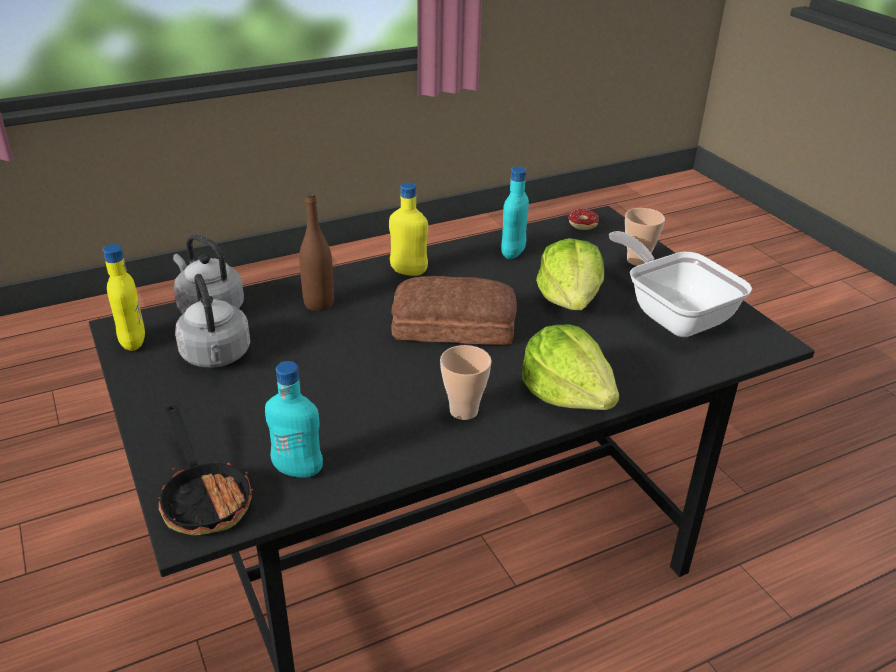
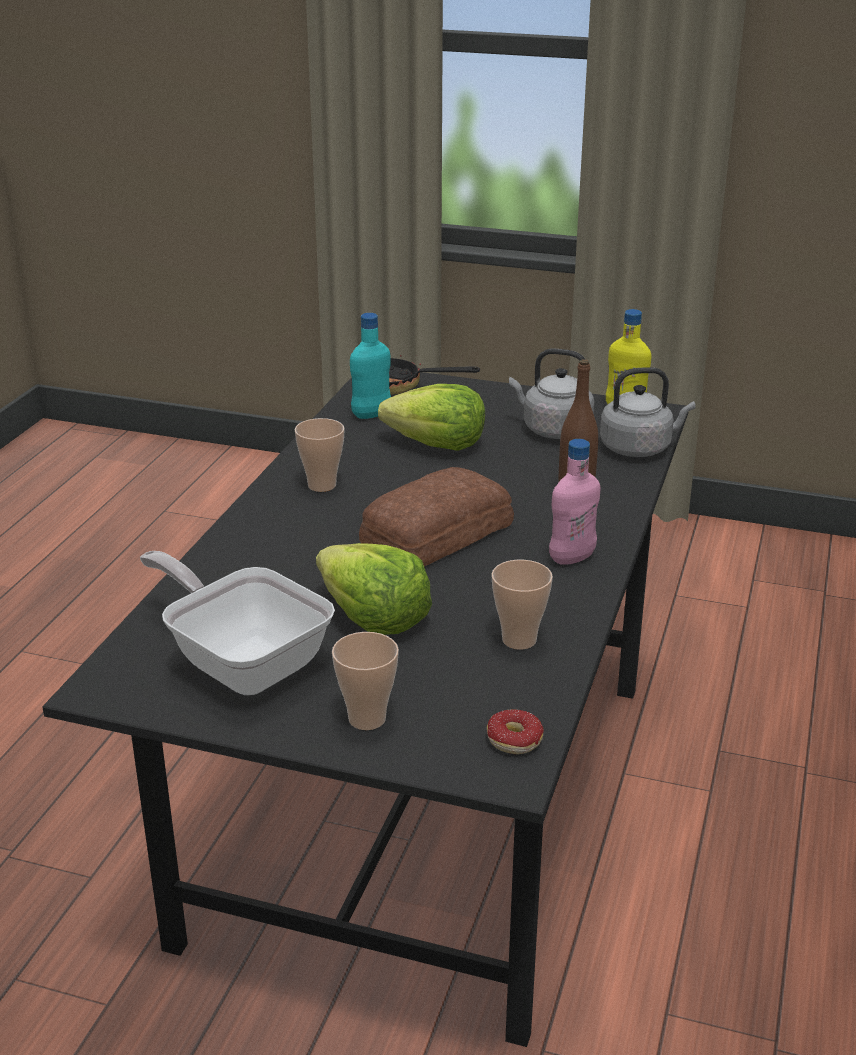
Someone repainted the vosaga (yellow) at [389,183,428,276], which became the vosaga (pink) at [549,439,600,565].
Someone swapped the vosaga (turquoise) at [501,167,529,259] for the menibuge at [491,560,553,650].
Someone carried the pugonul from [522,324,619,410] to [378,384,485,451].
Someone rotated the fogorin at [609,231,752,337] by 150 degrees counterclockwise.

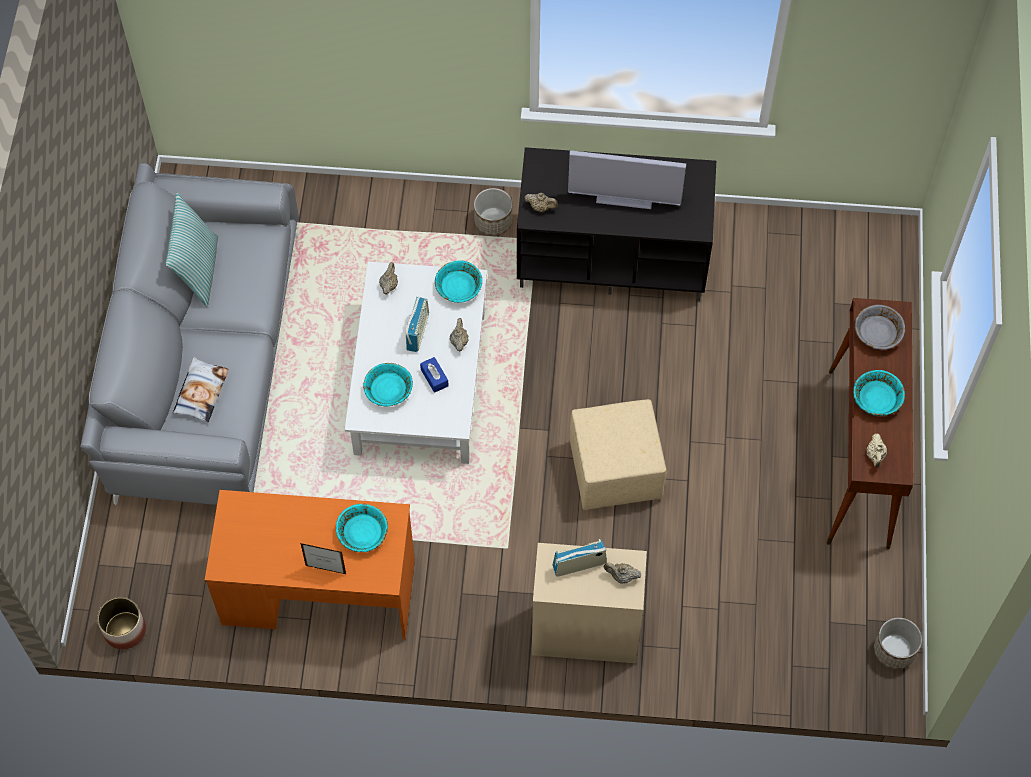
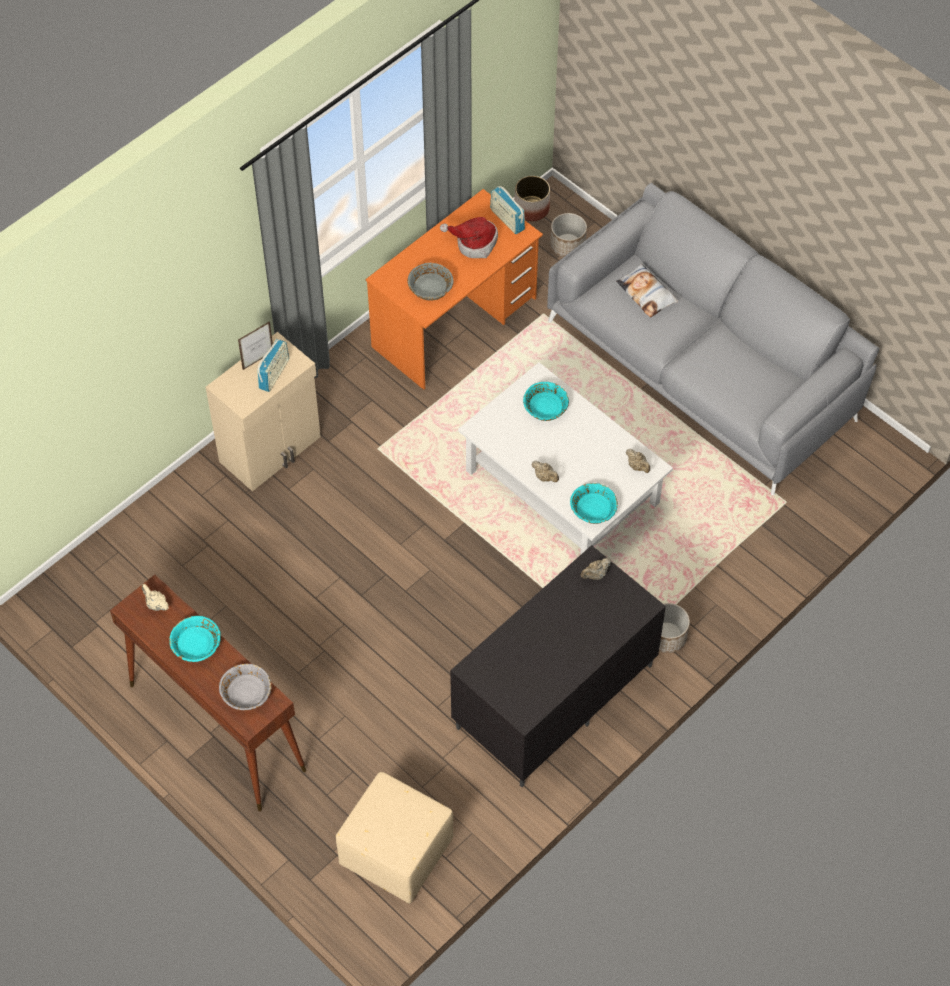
Someone took away the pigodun at [166,193,218,307].
Someone carried the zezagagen from [300,543,346,574] to [238,321,273,370].
Someone repainted the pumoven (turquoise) at [336,504,388,552], which became the pumoven (grey) at [408,263,453,300].
Someone carried the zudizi from [406,297,429,352] to [490,186,525,234].
Someone took away the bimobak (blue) at [420,357,449,393].
Someone took away the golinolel at [568,150,686,209].
Someone carried the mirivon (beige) from [570,399,667,510] to [336,772,453,903].
Someone took away the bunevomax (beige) at [604,563,641,584].
Someone carried the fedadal from [874,618,922,669] to [550,213,587,257].
Someone put down the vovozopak at [440,217,498,258].

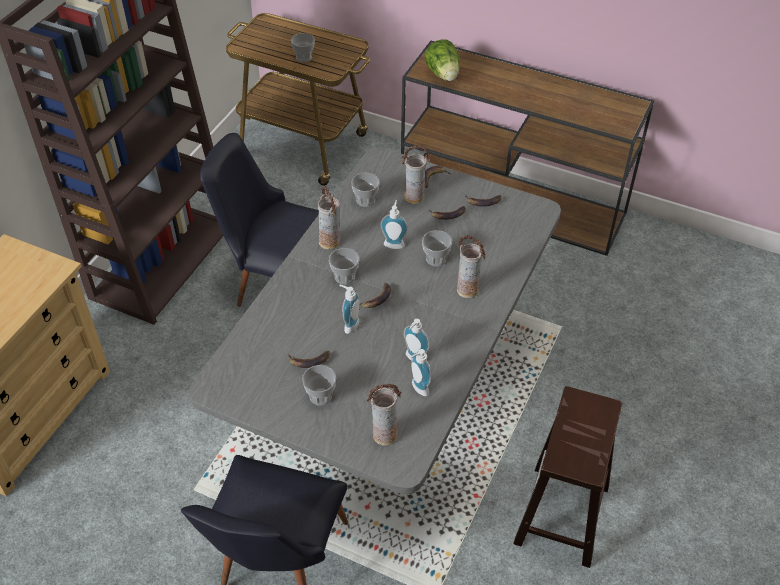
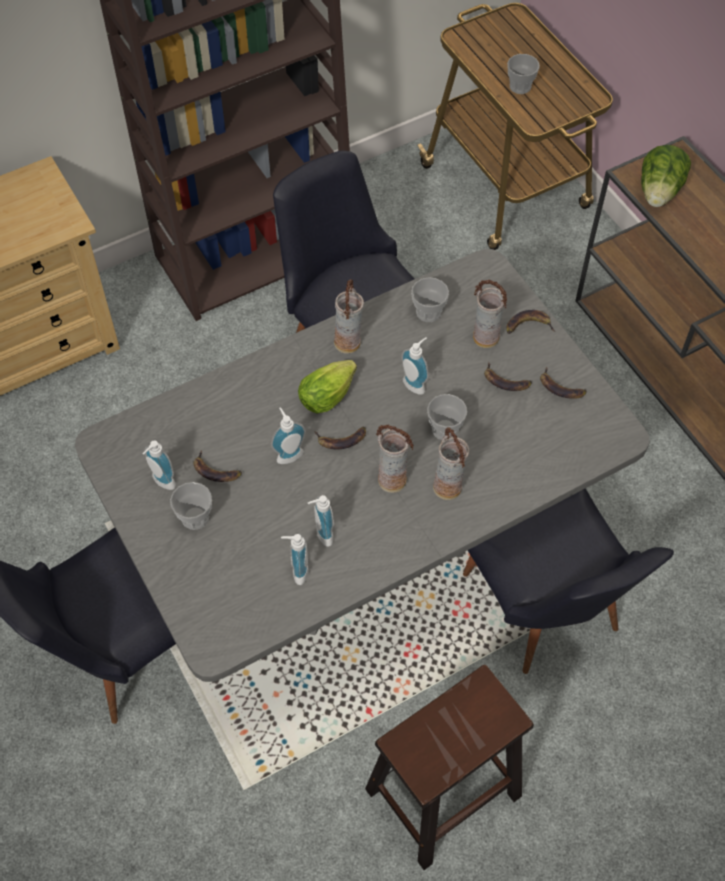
Someone swapped the menibuge at [329,248,359,285] for the pugonul at [298,360,357,414].
Someone carried the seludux from [367,384,401,446] to [376,425,413,493].
Someone put down the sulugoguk at [143,440,176,490].
Someone put down the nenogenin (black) at [463,488,674,674].

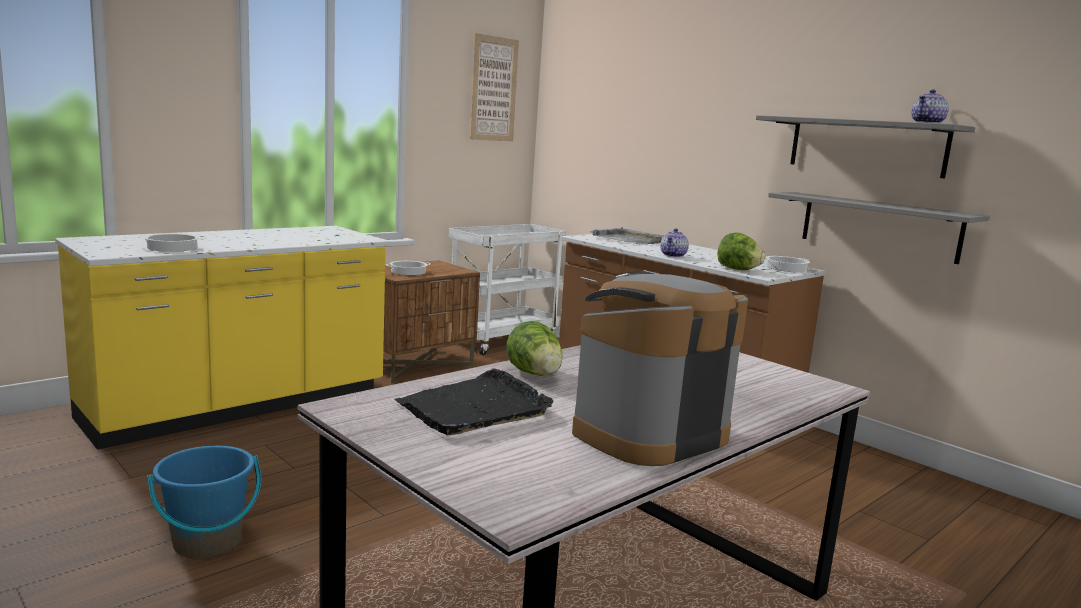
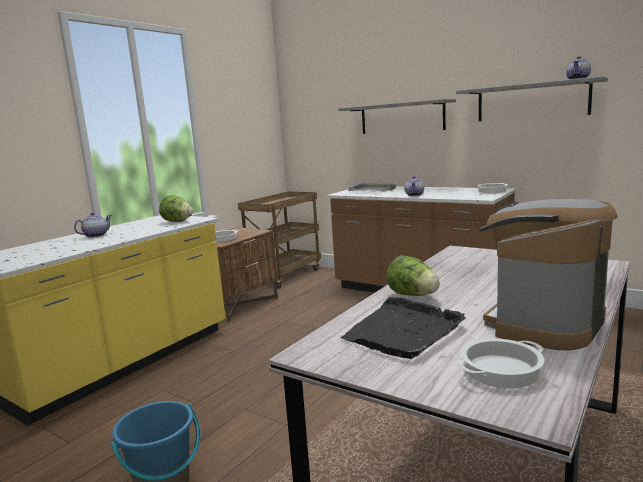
Someone carried the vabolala from [136,233,206,252] to [457,339,544,388].
Someone repainted the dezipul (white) at [448,224,566,355], which became the dezipul (brown) at [238,191,321,289].
Someone took away the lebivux at [469,33,519,141].
Someone carried the pugonul from [718,232,765,270] to [159,195,193,222].
Someone carried the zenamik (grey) from [768,192,990,264] to [338,99,456,134].
Someone put down the bunevomax at [74,212,112,238].

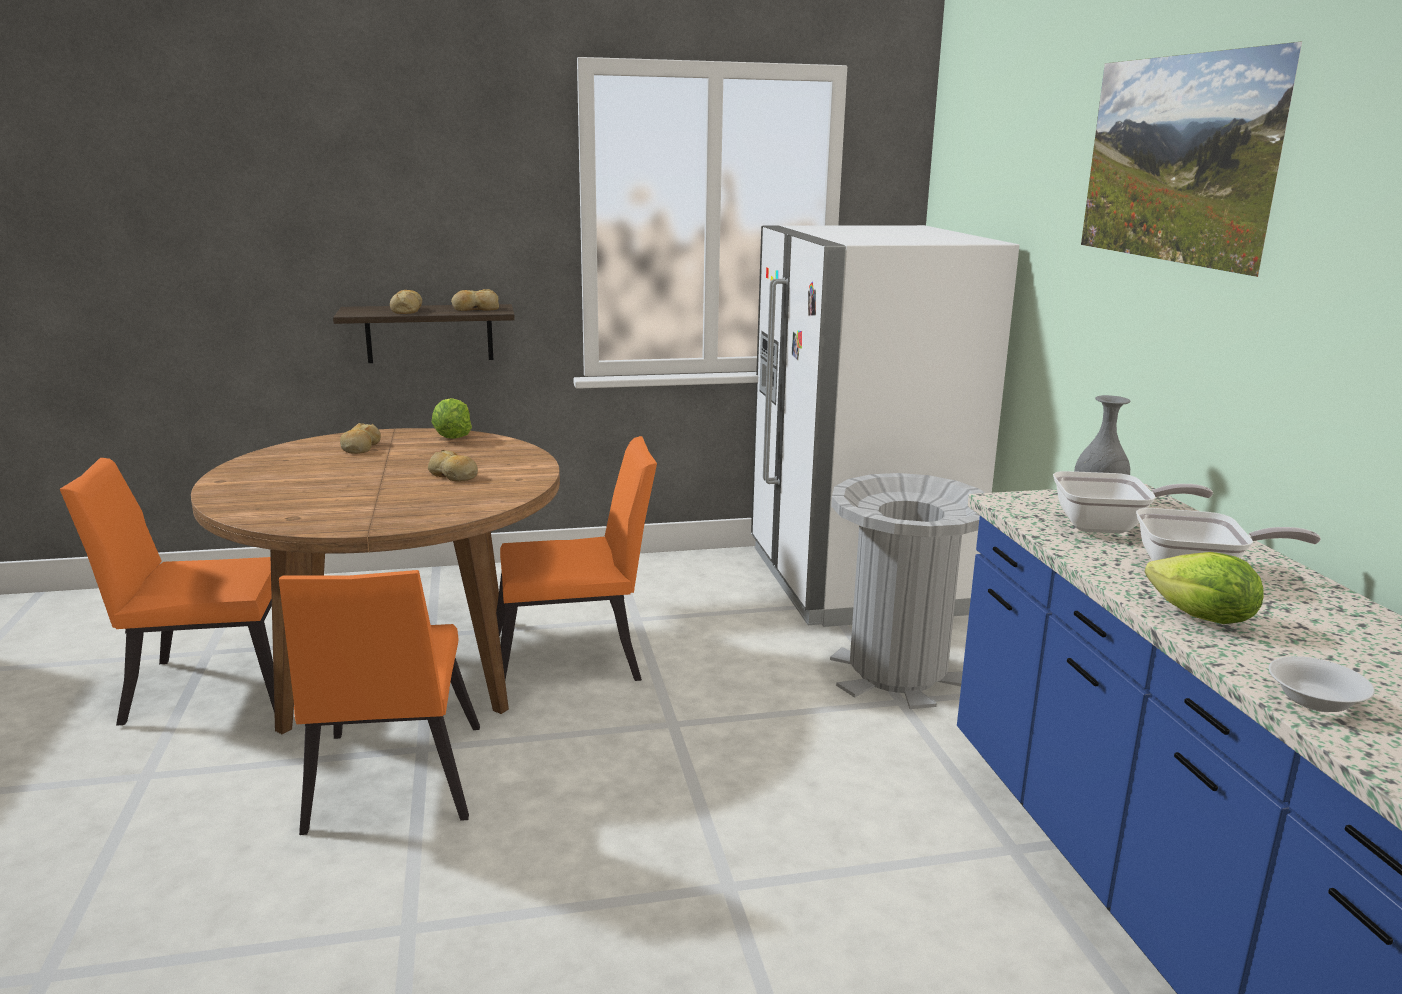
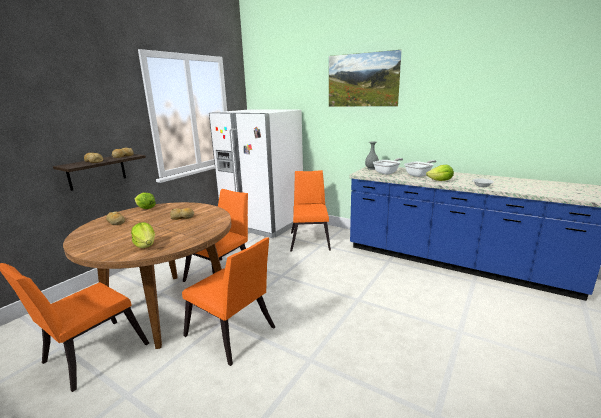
Someone swapped the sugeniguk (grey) at [830,473,985,709] for the nenogenin (orange) at [290,170,331,251].
Someone put down the pugonul at [131,222,155,248].

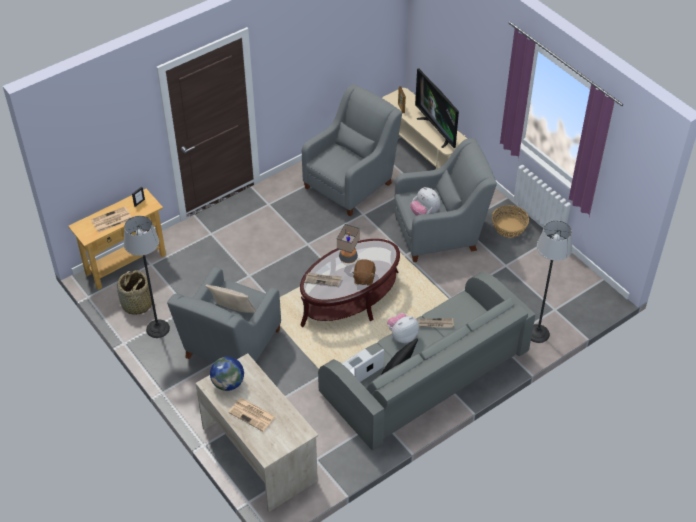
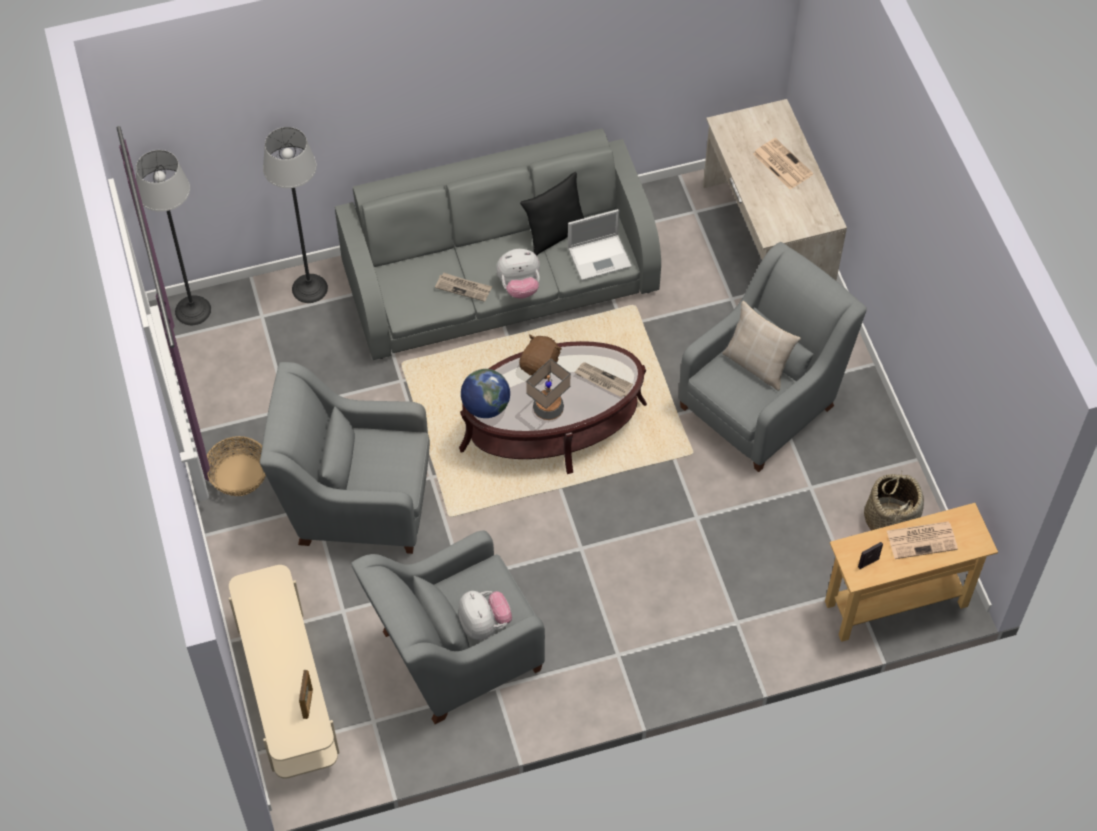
Someone carried the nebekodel from [124,216,170,338] to [136,150,211,325].
Someone carried the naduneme from [210,357,244,391] to [461,369,510,418].
Someone carried the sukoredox from [410,187,441,216] to [459,591,512,640].
Someone took away the golinolel at [415,68,459,148].

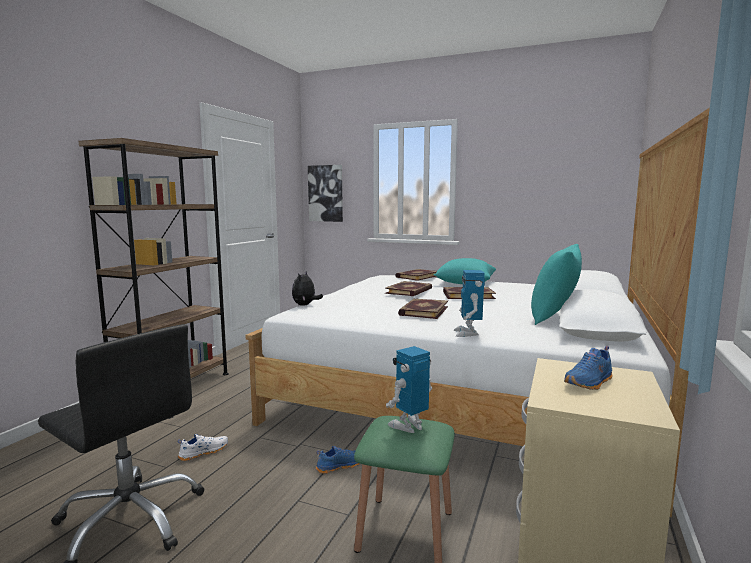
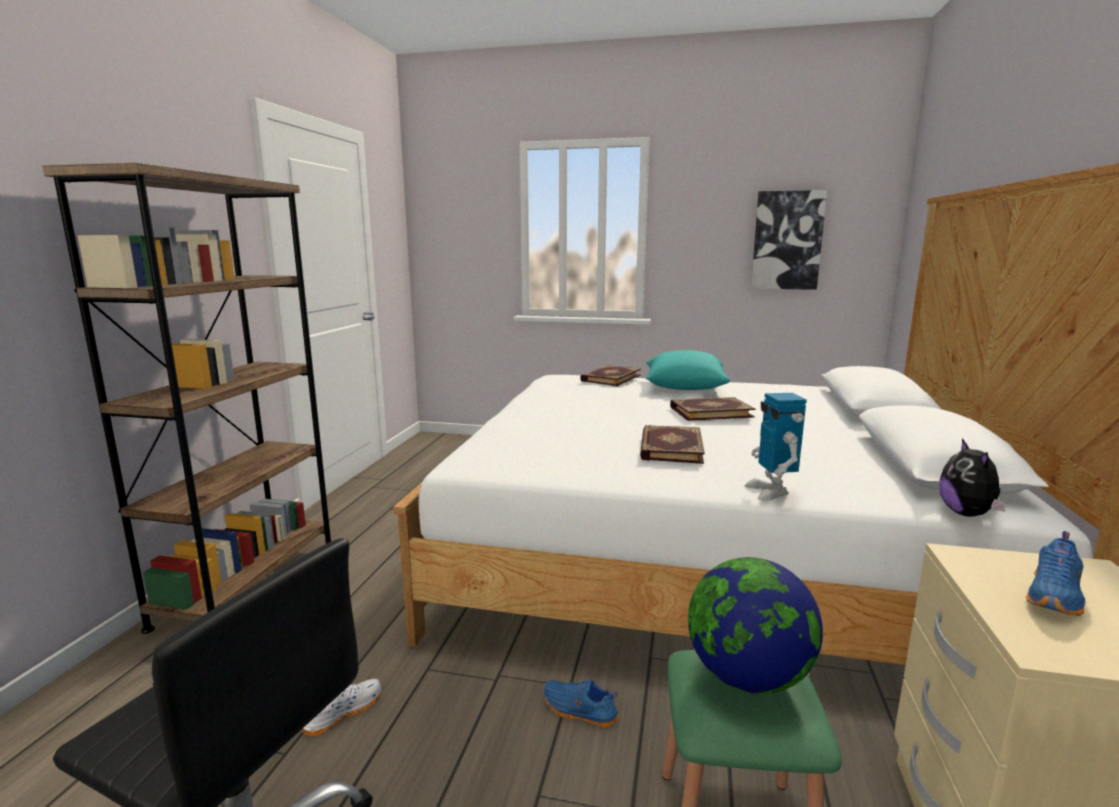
Someone carried the sukoredox from [292,271,323,306] to [939,438,1007,517].
Someone carried the lebivux from [308,165,343,222] to [751,190,827,290].
Someone rotated the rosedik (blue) at [316,446,360,474] by 120 degrees counterclockwise.
Someone took away the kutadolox at [385,281,432,296].
Someone swapped the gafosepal at [386,346,432,433] for the naduneme at [688,557,823,694].
Someone took away the pigodun (turquoise) at [531,244,582,325].

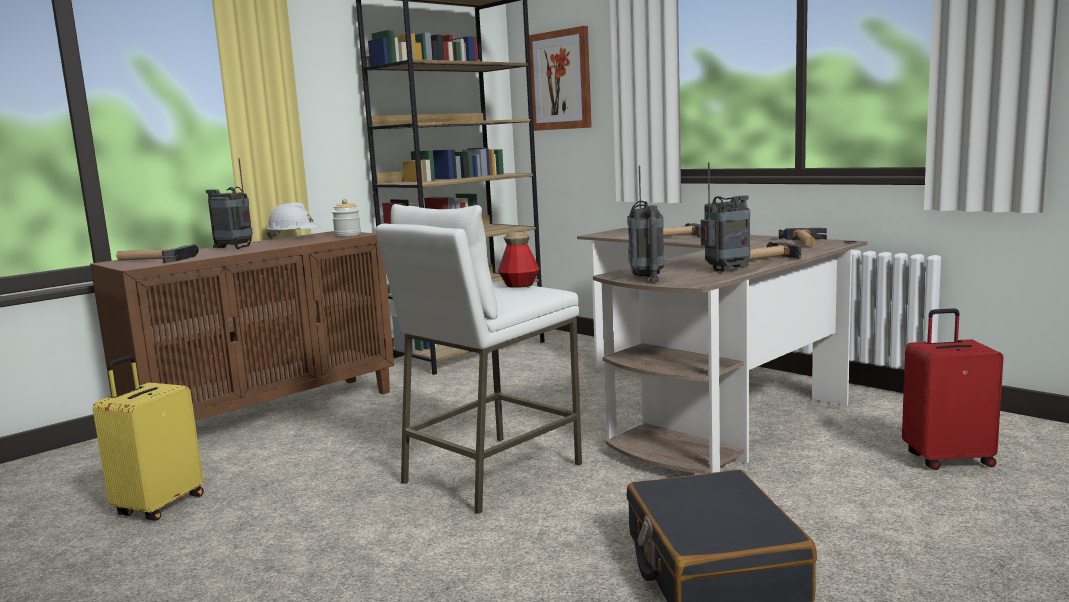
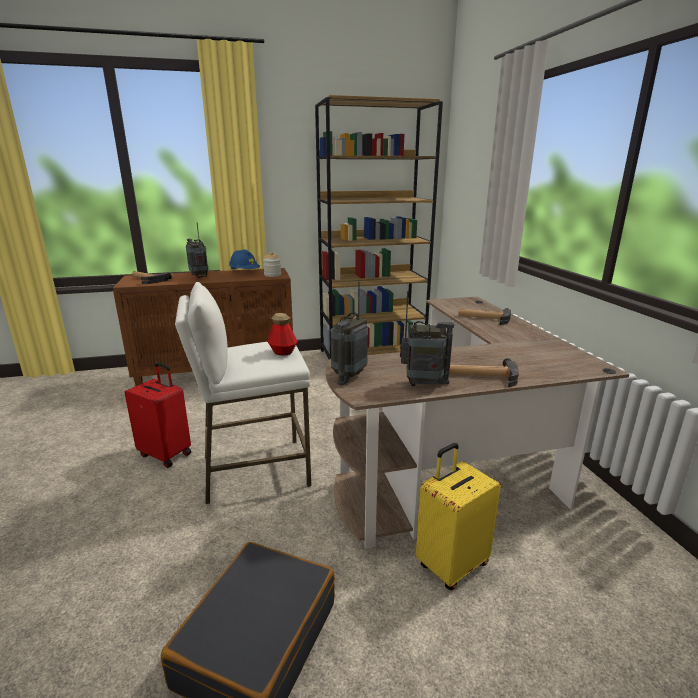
Someone carried the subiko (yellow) from [93,356,204,521] to [416,443,501,590].
Someone repainted the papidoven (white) at [266,202,321,240], which became the papidoven (blue) at [229,249,260,271].
Someone took away the lebivux at [529,26,592,131].
Someone took away the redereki at [779,228,827,247].
Someone carried the subiko (red) from [902,308,1004,470] to [125,362,191,468].

